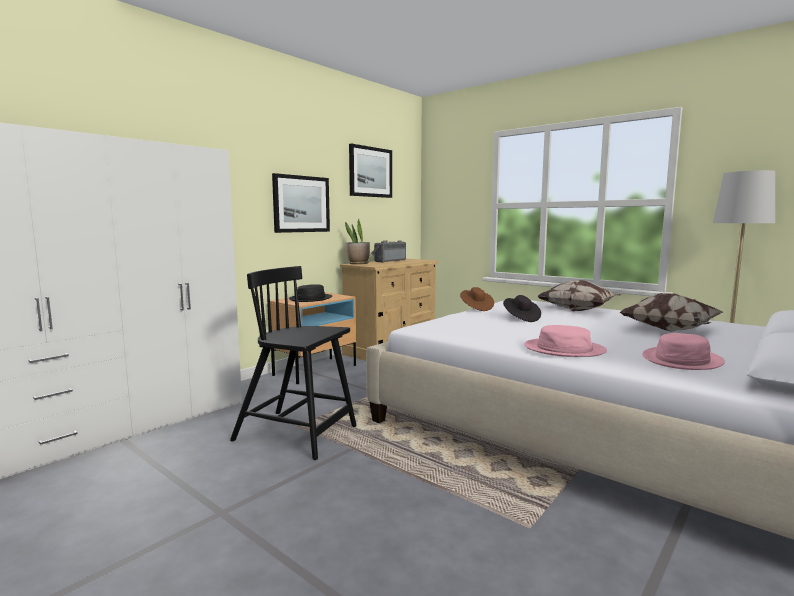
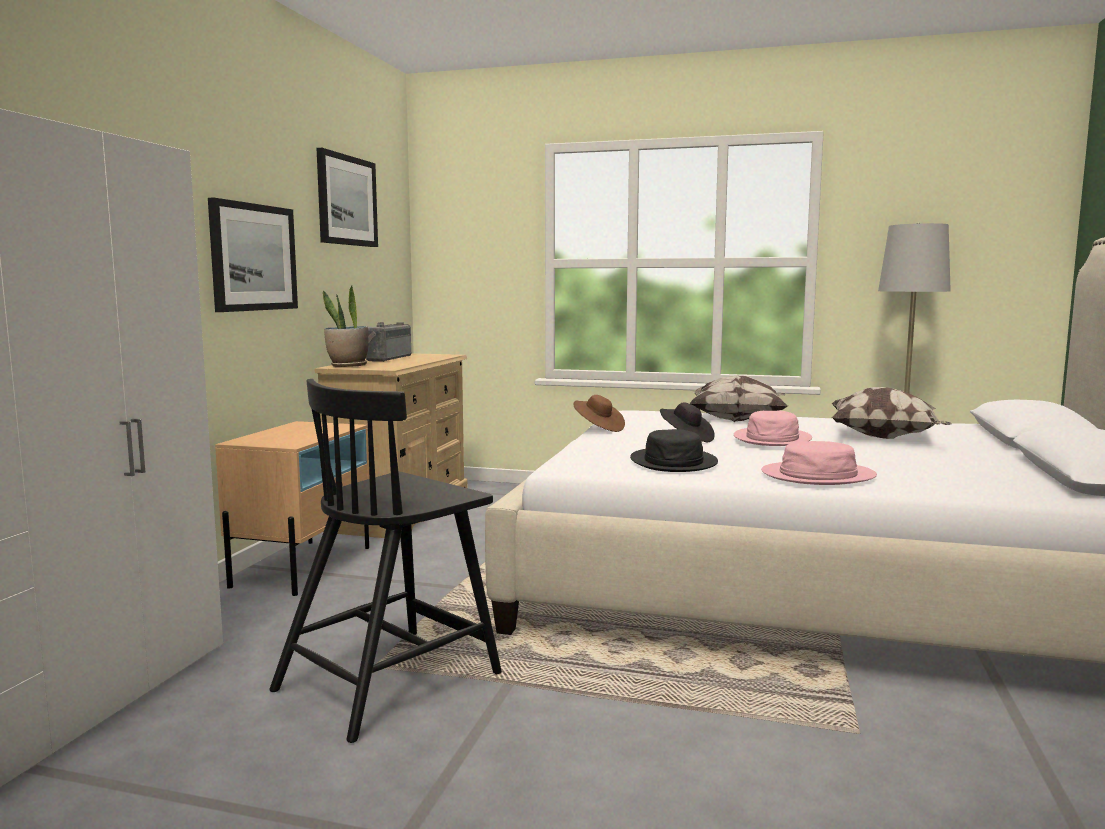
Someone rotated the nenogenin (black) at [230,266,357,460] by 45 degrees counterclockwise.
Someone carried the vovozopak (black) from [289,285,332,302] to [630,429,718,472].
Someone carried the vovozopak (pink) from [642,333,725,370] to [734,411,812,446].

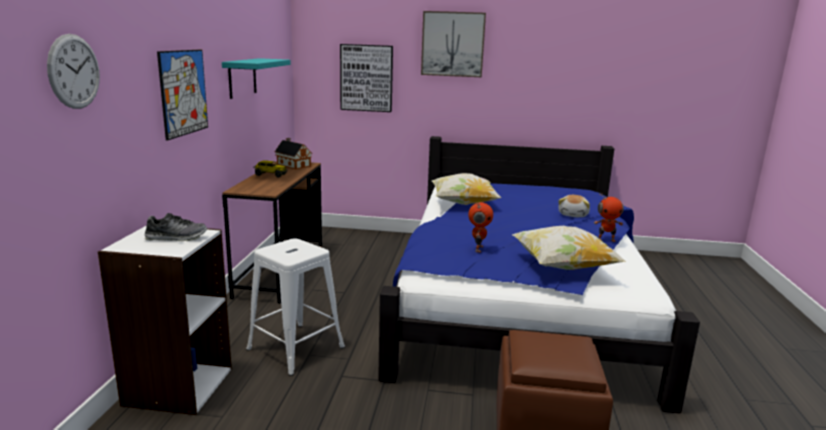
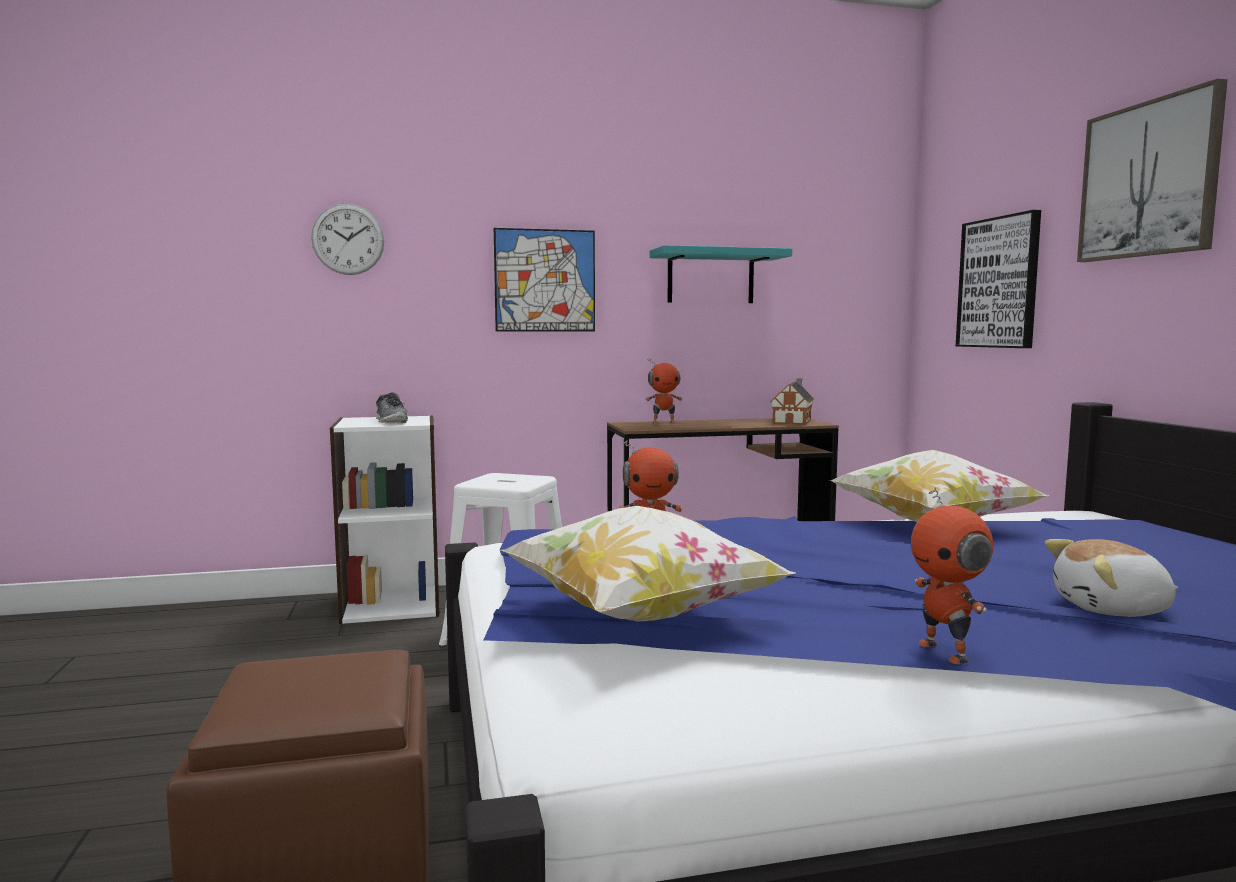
Someone took away the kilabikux at [253,161,288,177].
Someone put down the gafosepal at [645,358,682,423].

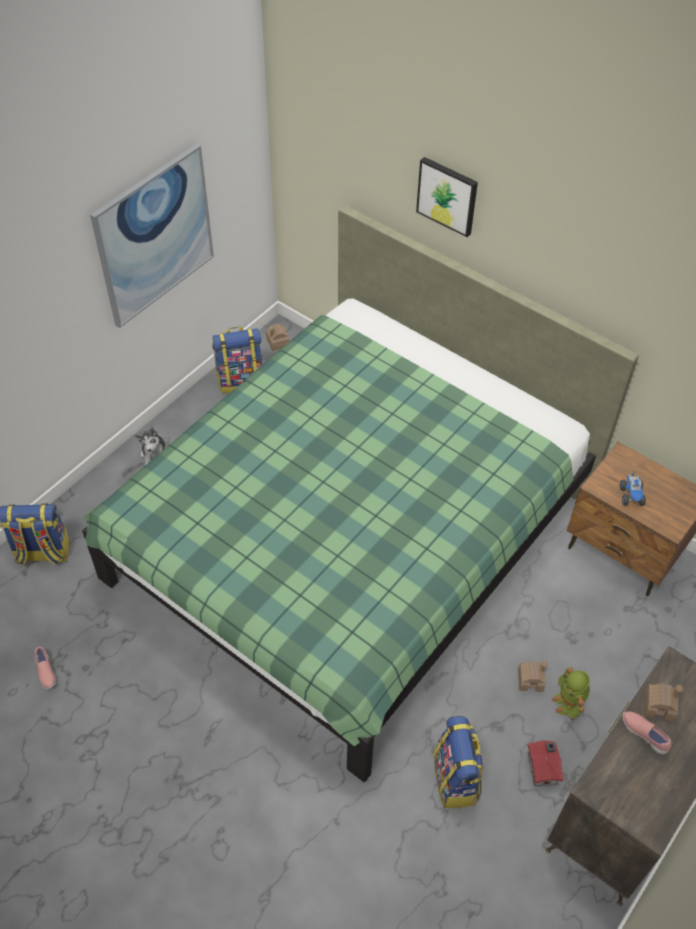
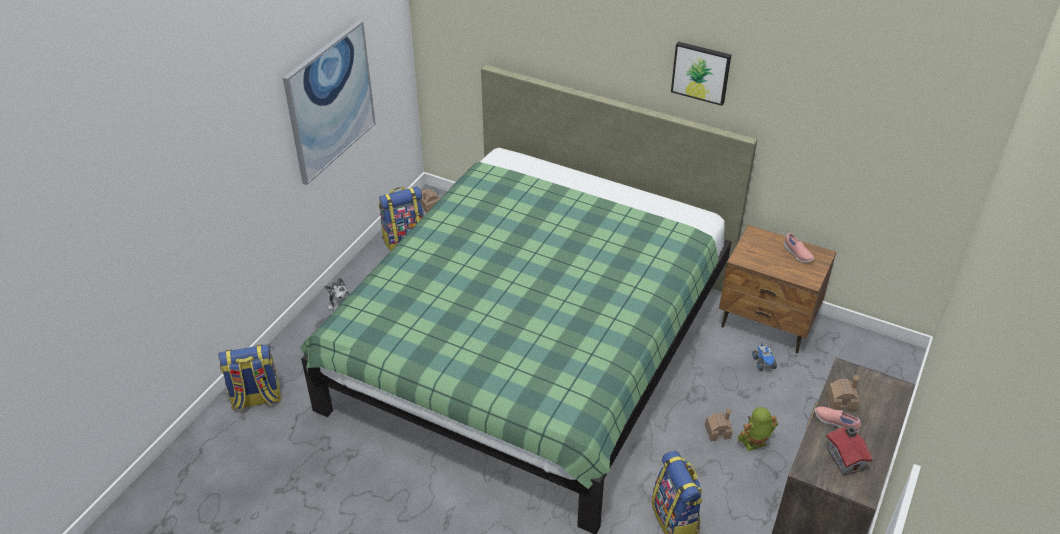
Someone carried the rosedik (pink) from [35,647,56,689] to [784,233,814,263].
Someone carried the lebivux from [416,157,478,237] to [671,42,731,106].
Someone carried the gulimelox from [527,740,564,787] to [826,427,873,475].
Someone rotated the gafosepal at [552,667,590,720] by 90 degrees clockwise.
Someone carried the kilabikux from [620,471,646,506] to [752,343,777,371].

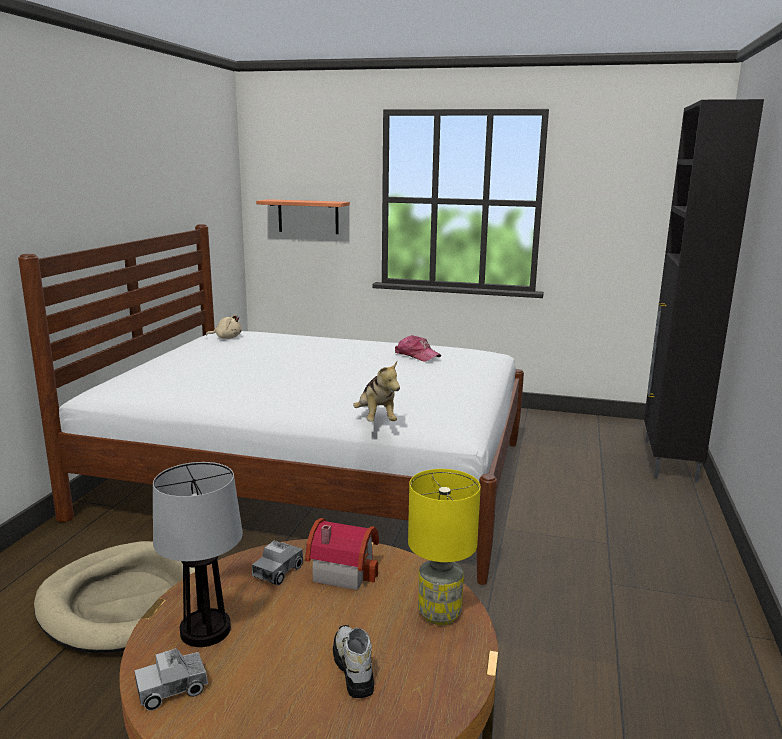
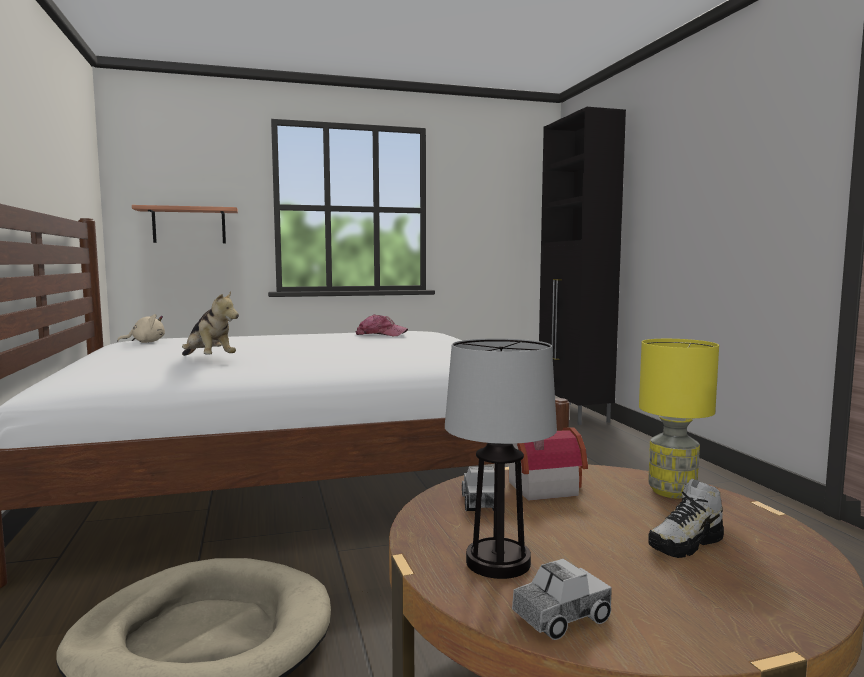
Someone rotated the kilabikux at [134,648,208,711] by 150 degrees counterclockwise.
Someone rotated the rosedik at [333,625,374,698] by 75 degrees counterclockwise.
Someone carried the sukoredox from [353,361,400,422] to [182,291,239,356].

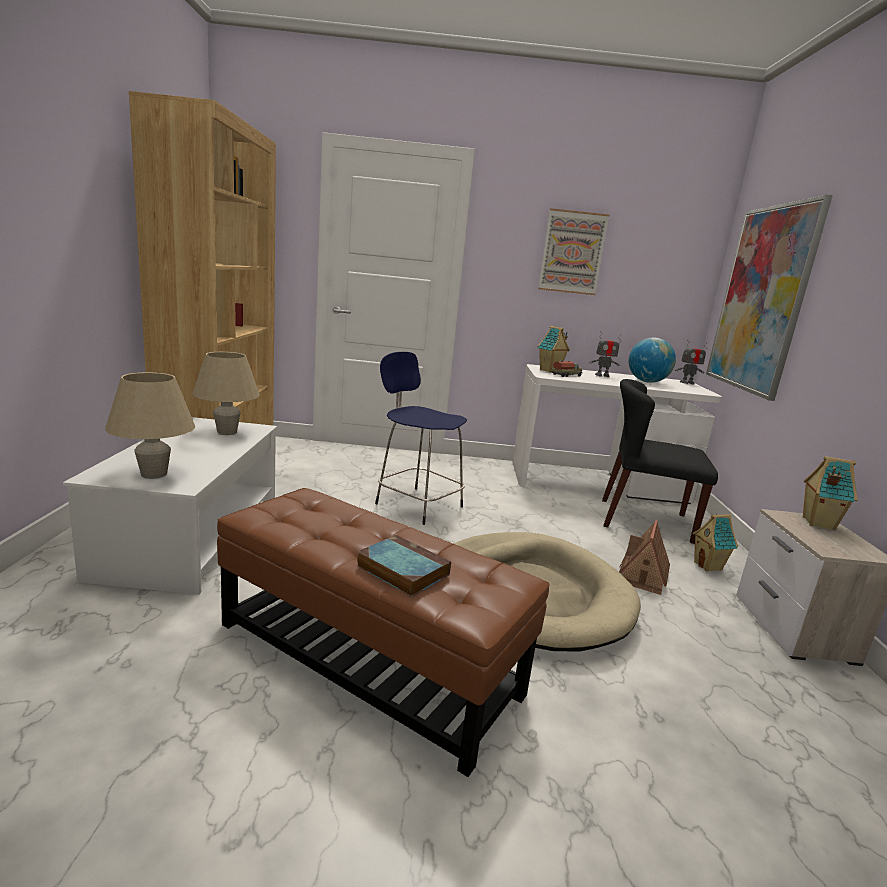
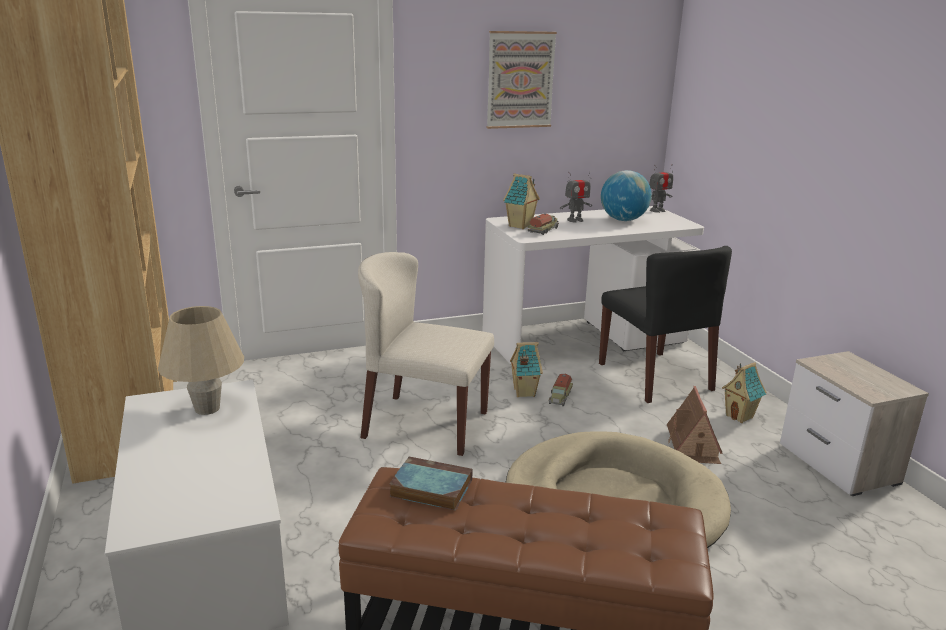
Someone took away the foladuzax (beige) at [105,372,195,479].
Someone carried the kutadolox from [357,535,451,597] to [389,456,473,511].
Someone swapped the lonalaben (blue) at [375,352,467,525] for the nenogenin (beige) at [358,252,494,456].
Someone rotated the nenogenin (black) at [602,379,718,544] by 105 degrees counterclockwise.
Someone took away the lebivux at [706,195,833,401].
Someone carried the gulimelox from [803,456,858,530] to [510,342,543,397].
Someone put down the kilabikux at [549,374,573,406].

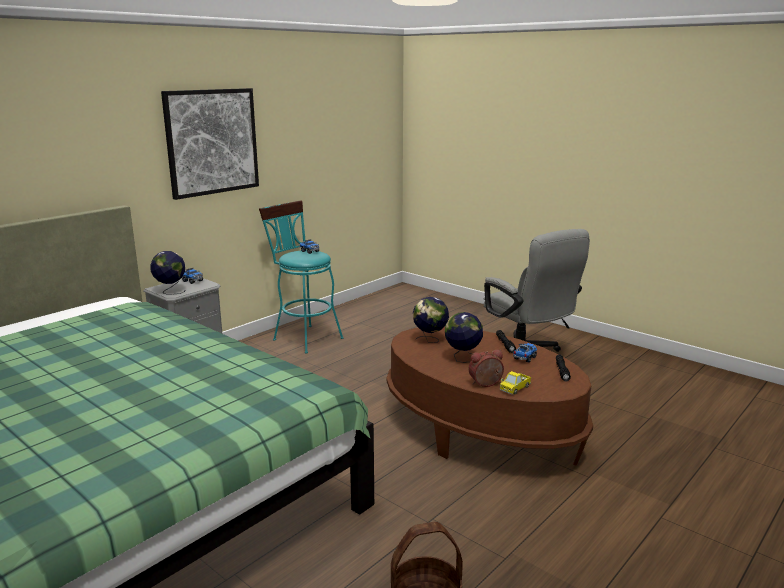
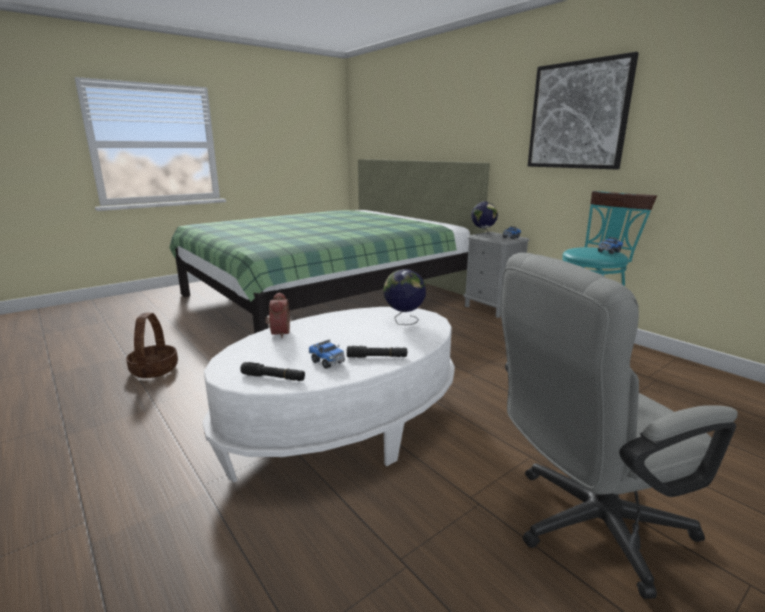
Someone repainted the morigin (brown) at [386,327,593,465], which became the morigin (white) at [203,307,455,483].
Someone took away the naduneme at [445,312,483,363].
Someone took away the kilabikux at [499,371,531,395].

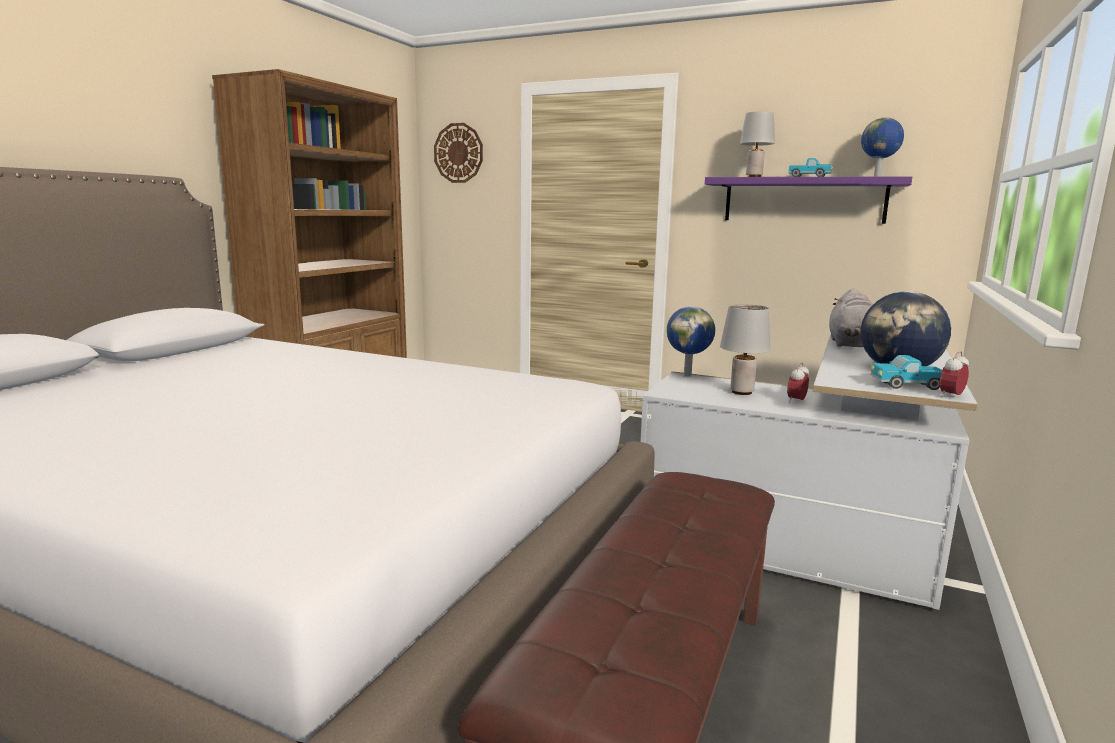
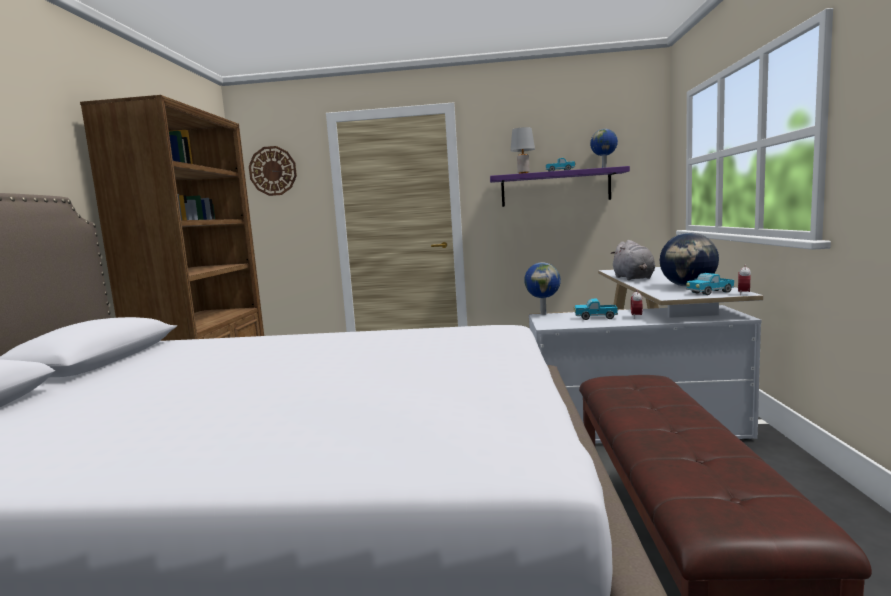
Someone swapped the foladuzax (grey) at [720,304,771,395] for the kilabikux at [574,299,618,320].

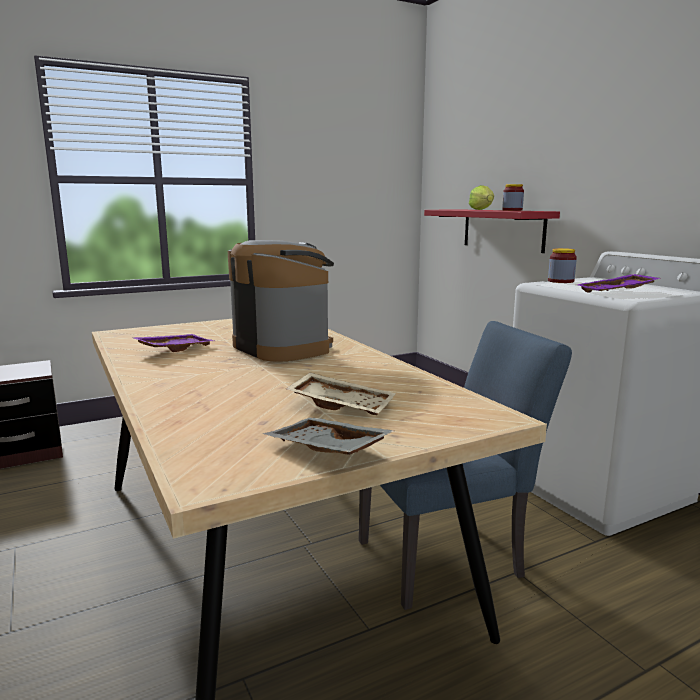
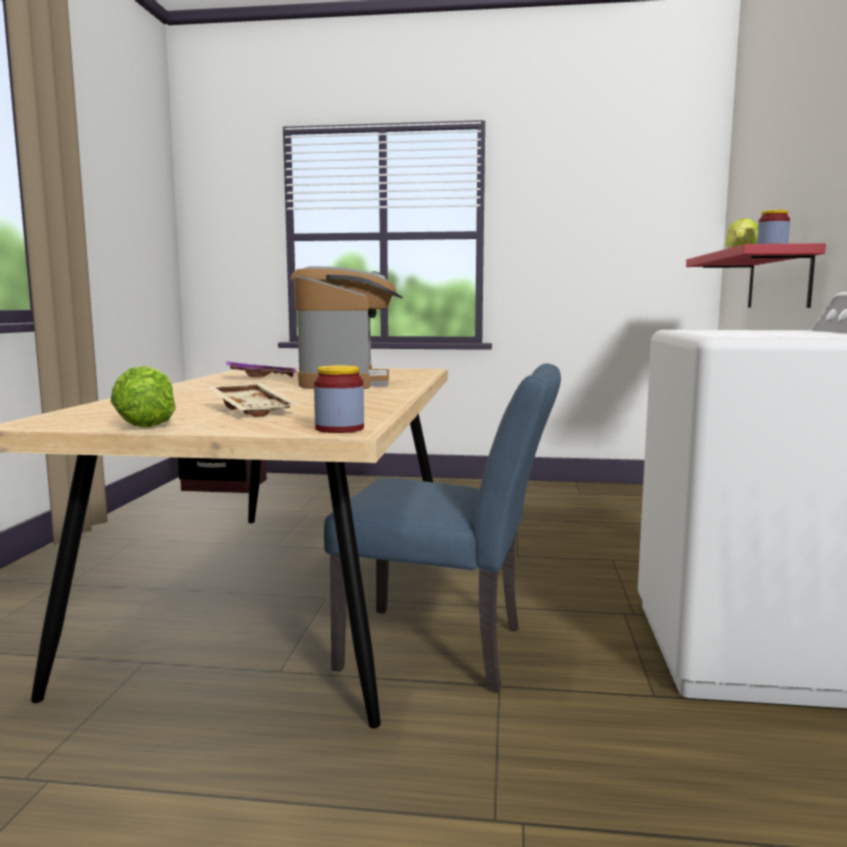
Someone swapped the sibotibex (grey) at [263,417,394,455] for the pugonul at [111,366,175,428].
Someone carried the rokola from [548,248,577,283] to [314,365,364,433].
Someone took away the sibotibex (purple) at [577,274,661,293].

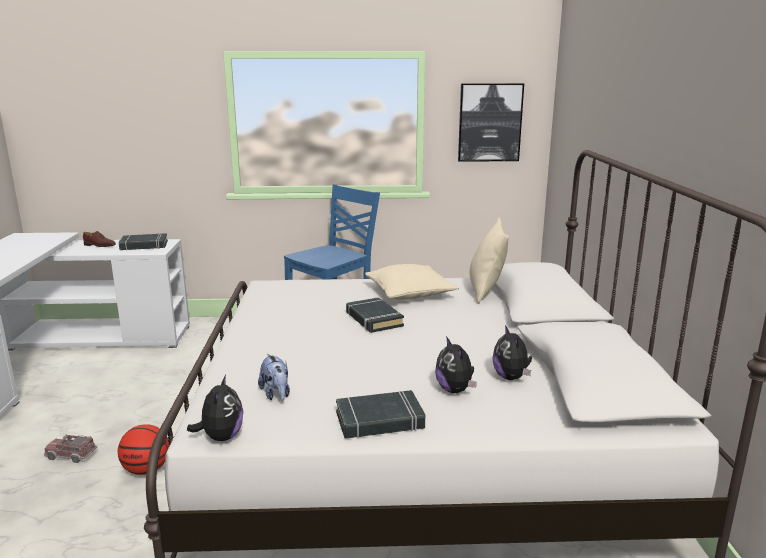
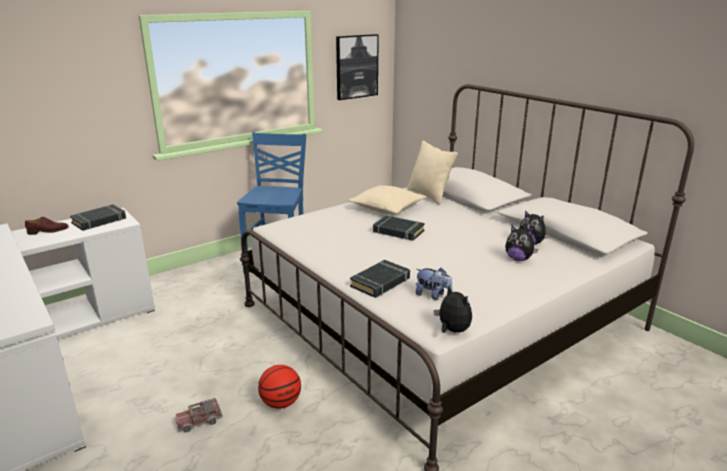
Someone carried the kutadolox (black) from [336,390,425,439] to [350,260,410,298].

